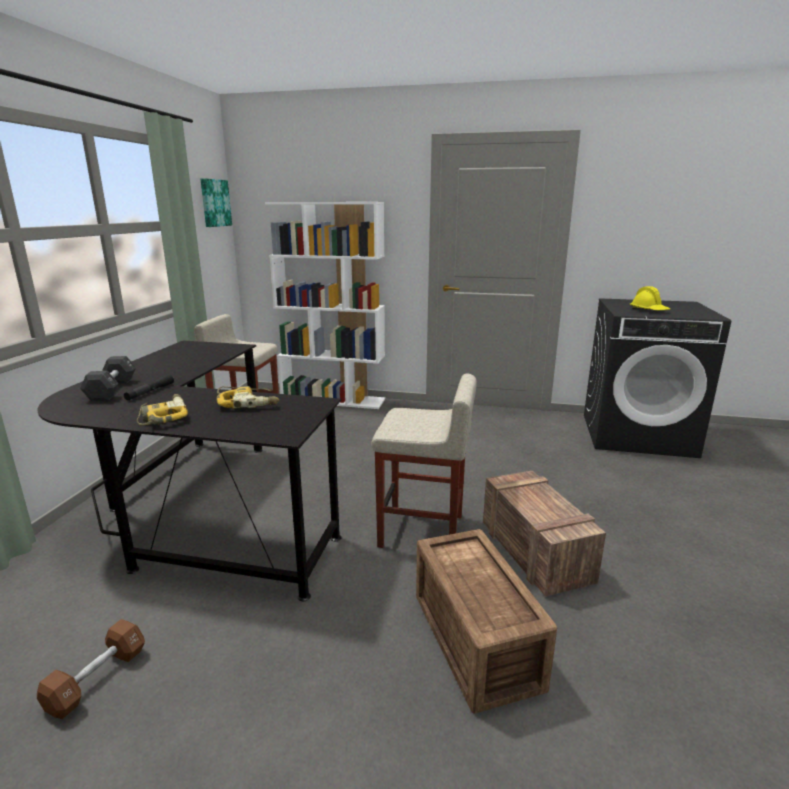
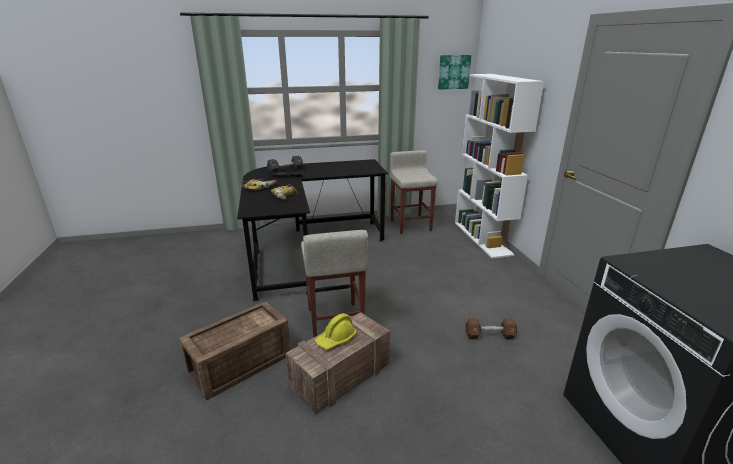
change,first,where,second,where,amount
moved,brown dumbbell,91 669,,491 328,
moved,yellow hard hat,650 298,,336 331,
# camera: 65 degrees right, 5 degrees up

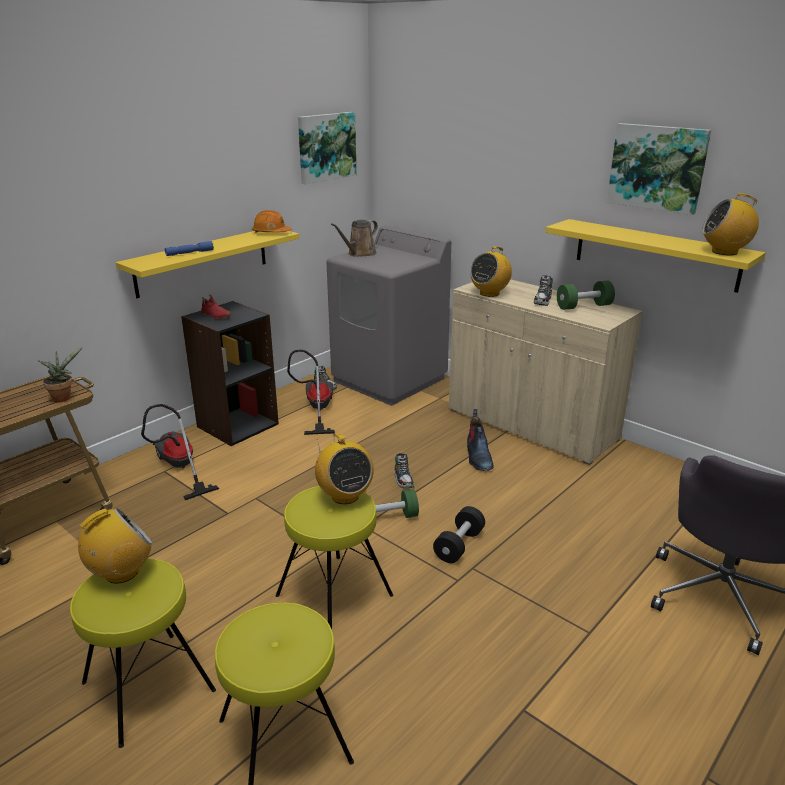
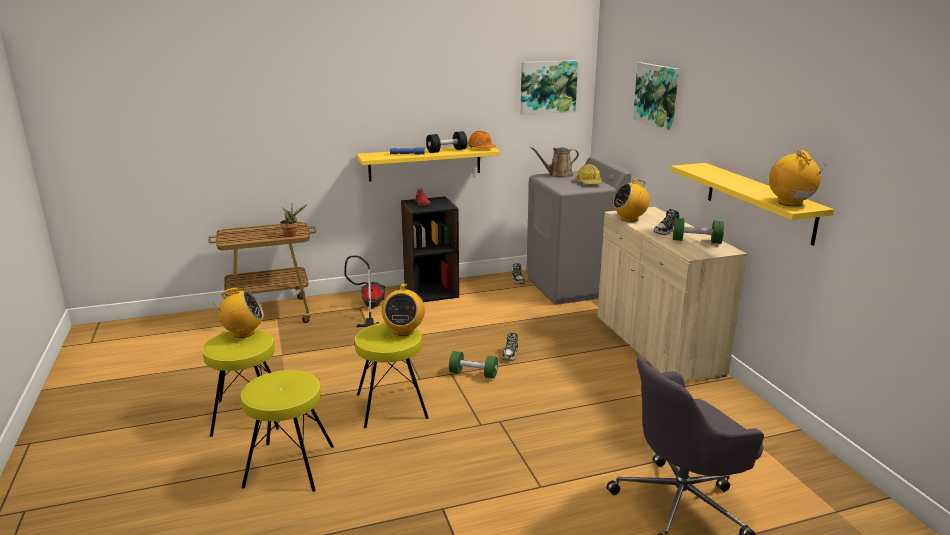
change,first,where,second,where,amount
removed,vacuum cleaner,311 392,,,
removed,boot,480 440,,,
added,,,hard hat,589 174,
moved,black dumbbell,459 534,,446 142,
moved,picture,659 169,,656 96,
turned,radio,730 224,,797 178,45 degrees clockwise
# camera: 30 degrees right, 5 degrees down

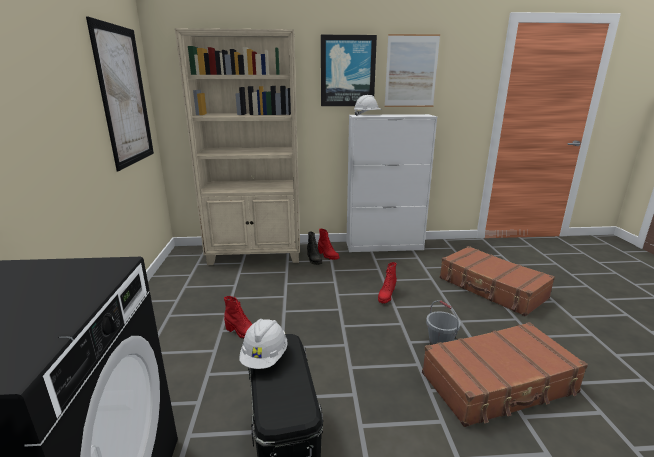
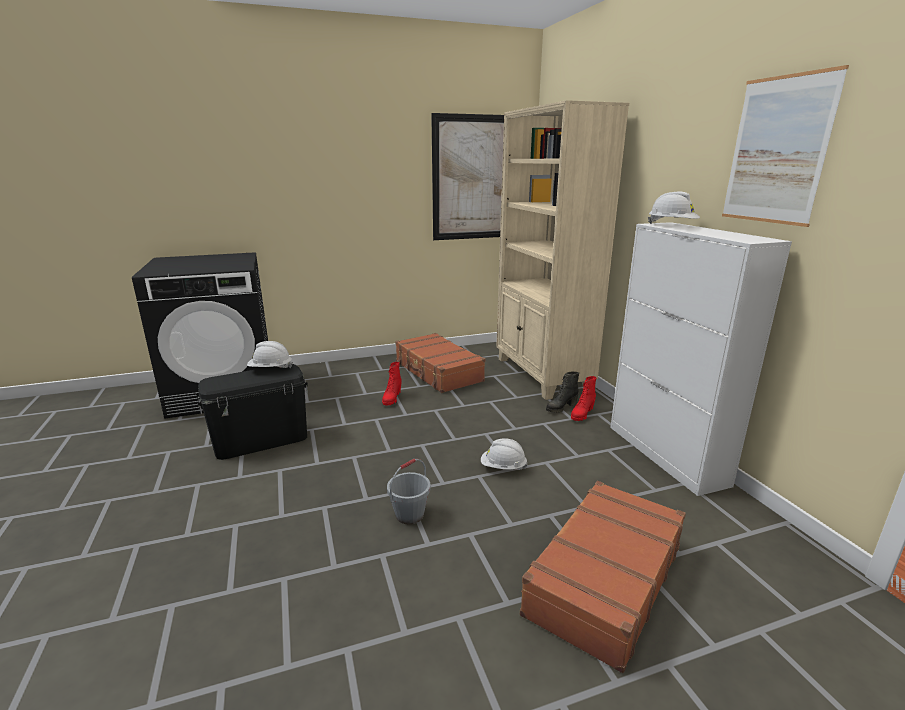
change,first,where,second,where,amount
removed,picture,349 70,,,
moved,brown suitcase,505 374,,440 363,
replaced,red boot,387 282,white hard hat,504 454,
# camera: 75 degrees right, 0 degrees up

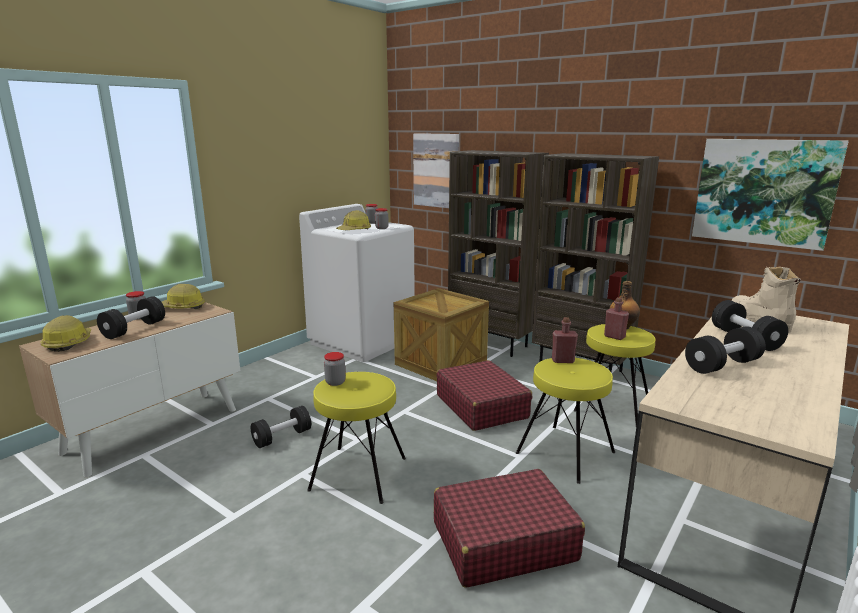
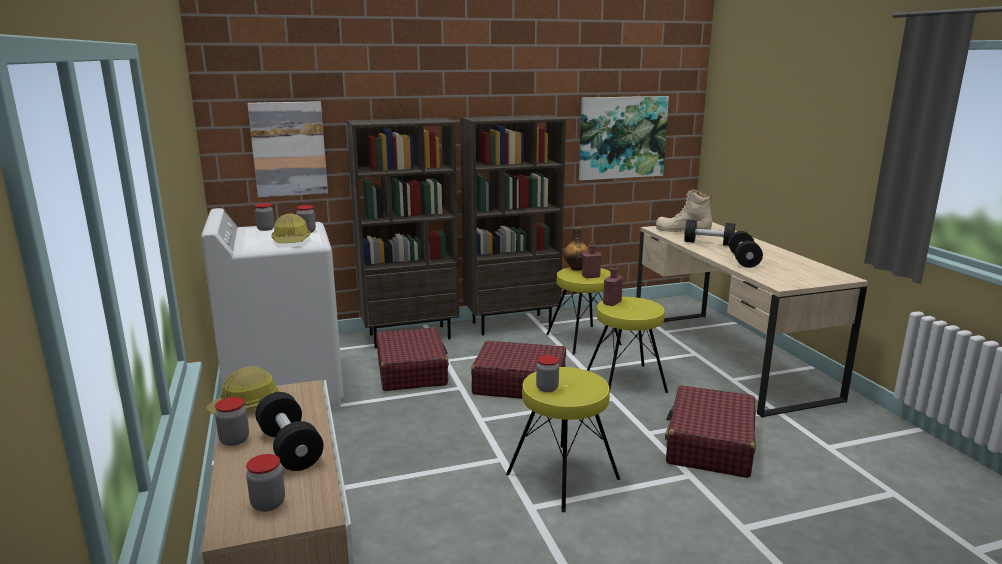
change,first,where,second,where,amount
removed,black dumbbell,281 427,,,
replaced,hard hat,65 333,jar,265 483,
replaced,crate,441 334,red suitcase,412 359,
# camera: 55 degrees left, 0 degrees up

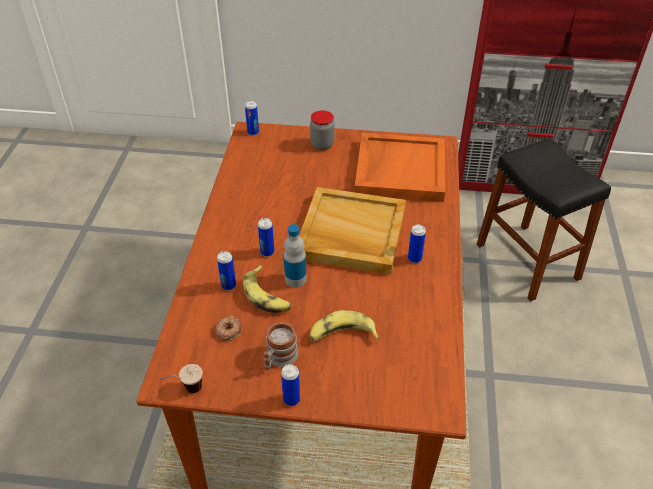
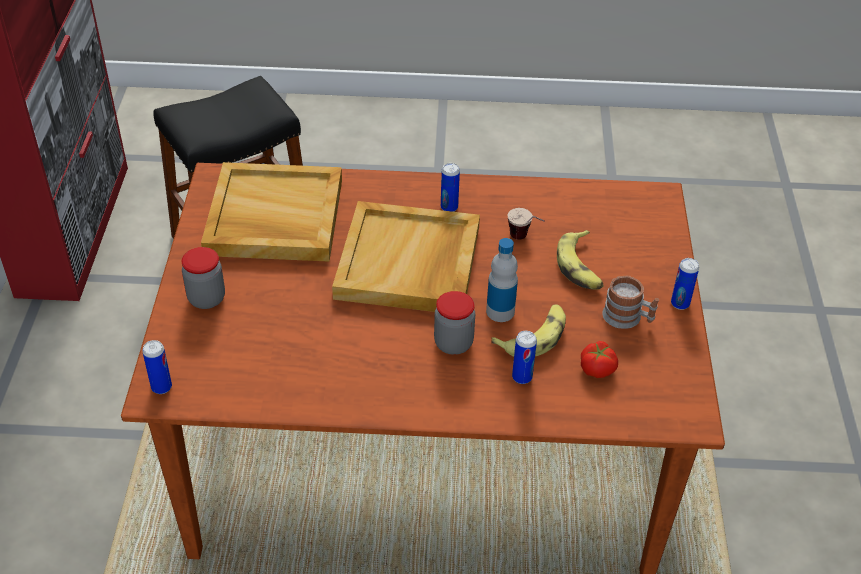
change,first,where,second,where,amount
moved,cup,181 378,,526 224,
replaced,donut,228 328,tomato,599 359,
replaced,can,266 237,jar,454 323,
recoloured,orange tray,399 167,beige tray,271 212,
# camera: 95 degrees left, 0 degrees up

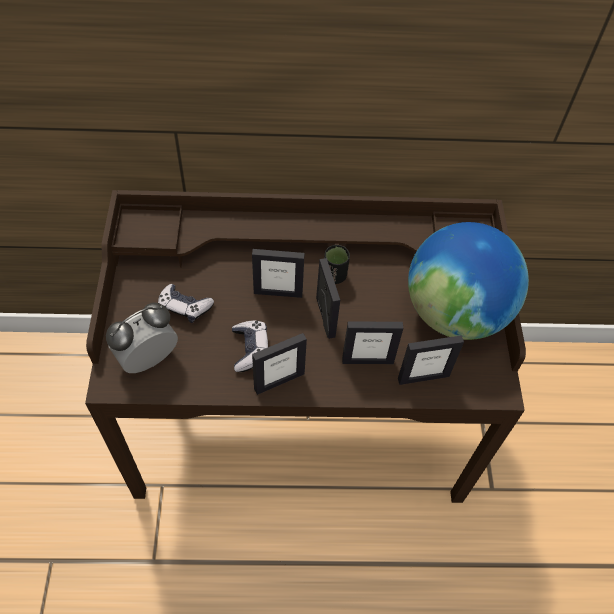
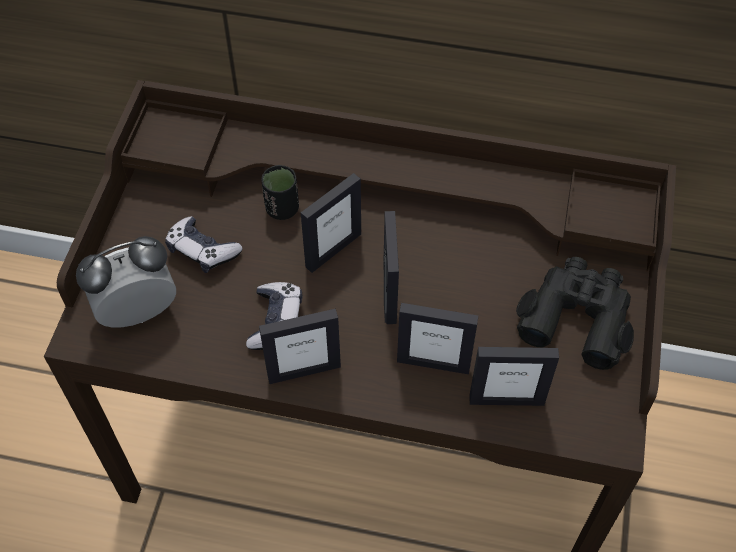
change,first,where,second,where,amount
moved,black cup,337 264,,280 192,
replaced,globe,468 281,black binoculars,575 313,
turned,picture frame,278 273,,331 223,60 degrees counterclockwise
# camera: 15 degrees right, 0 degrees up

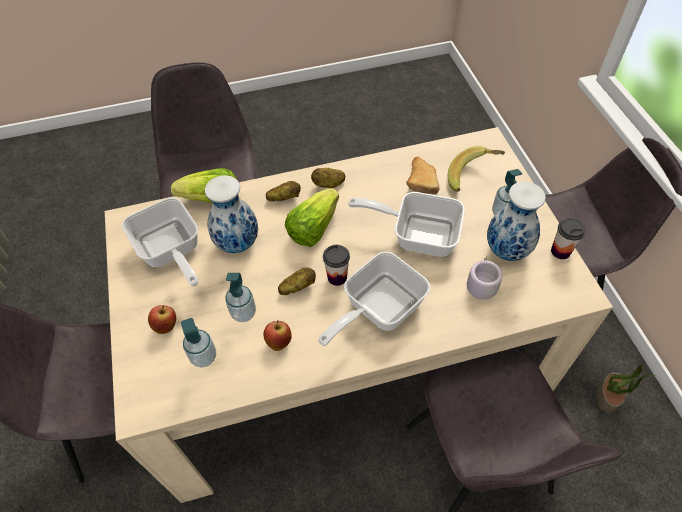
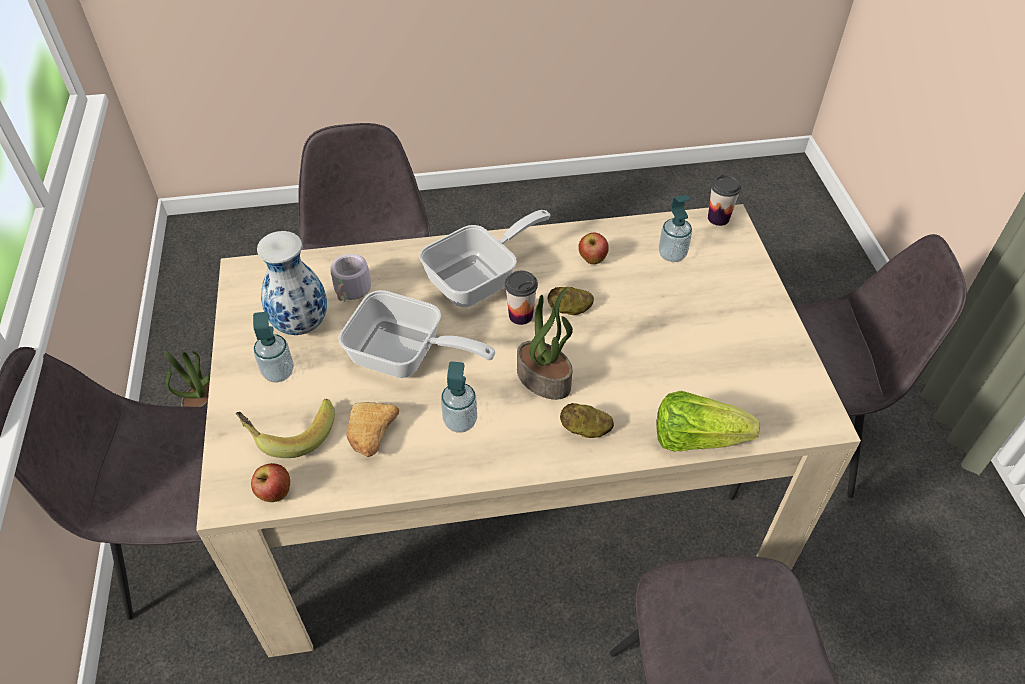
change,first,where,second,where,amount
removed,frying pan,160 242,,,
removed,vase,231 214,,,
removed,potato,328 178,,,
moved,apple,162 319,,270 482,
moved,soap dispenser,240 297,,459 397,
moved,cup,568 238,,724 200,
replaced,lettuce,312 217,potted plant,545 344,
# camera: 175 degrees left, 5 degrees down

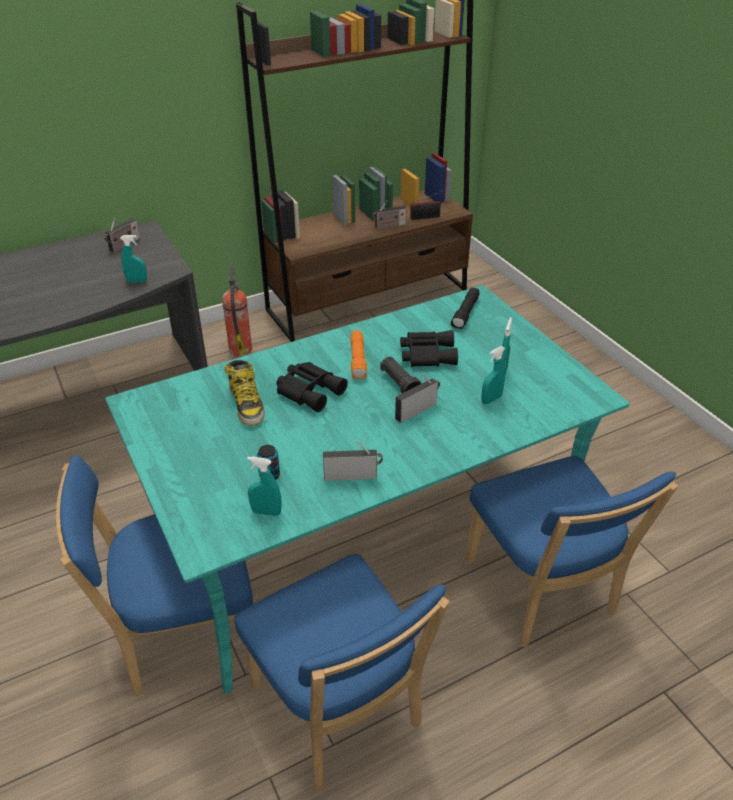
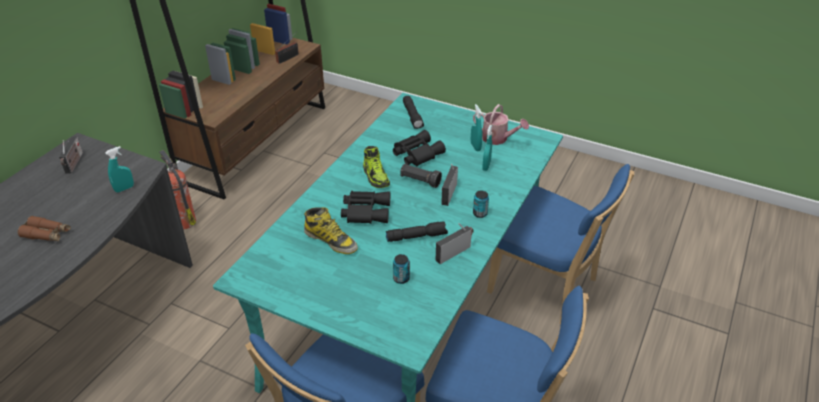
change,first,where,second,where,amount
removed,turquoise spray bottle,264 486,,,
removed,radio,389 215,,,
added,,,brown binoculars,44 228,
added,,,black flashlight,417 231,
added,,,watering can,501 124,
added,,,can,481 204,
replaced,orange flashlight,359 354,shoe,376 167,
# camera: 35 degrees left, 0 degrees up

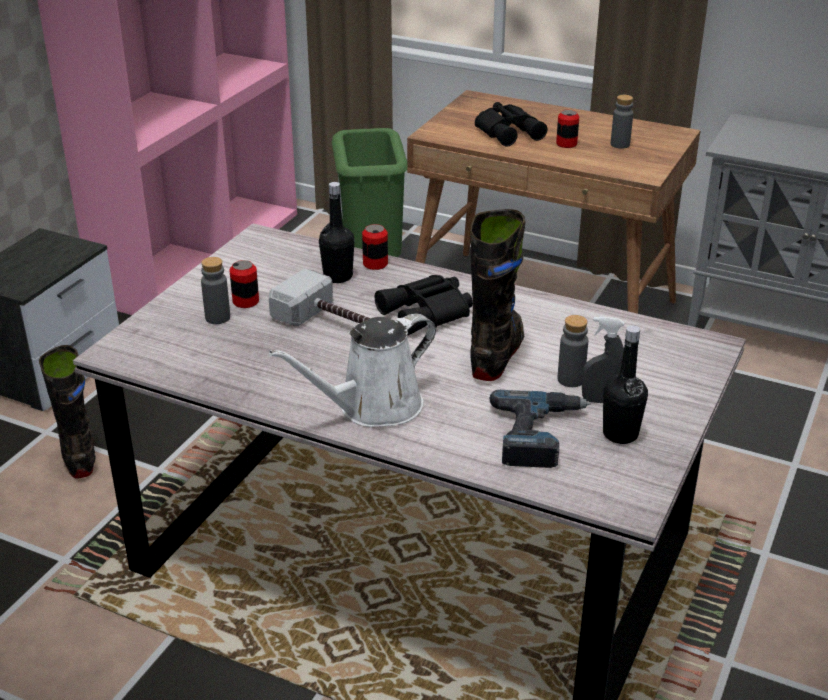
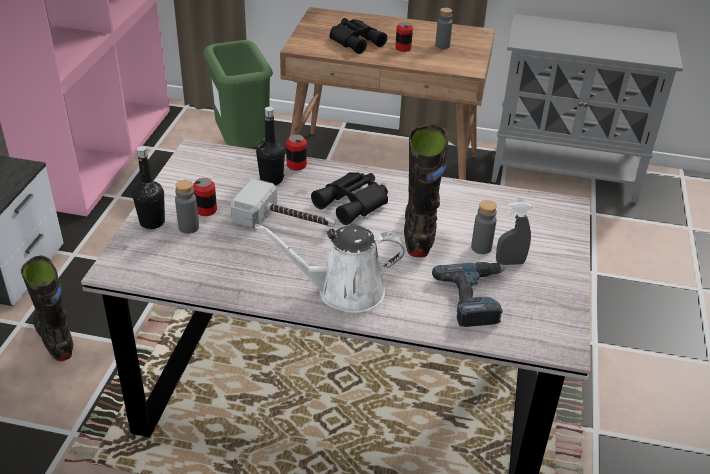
change,first,where,second,where,amount
moved,black bottle,625 384,,148 187,
turned,white watering can,352 370,,329 268,45 degrees clockwise
# camera: 15 degrees left, 5 degrees up

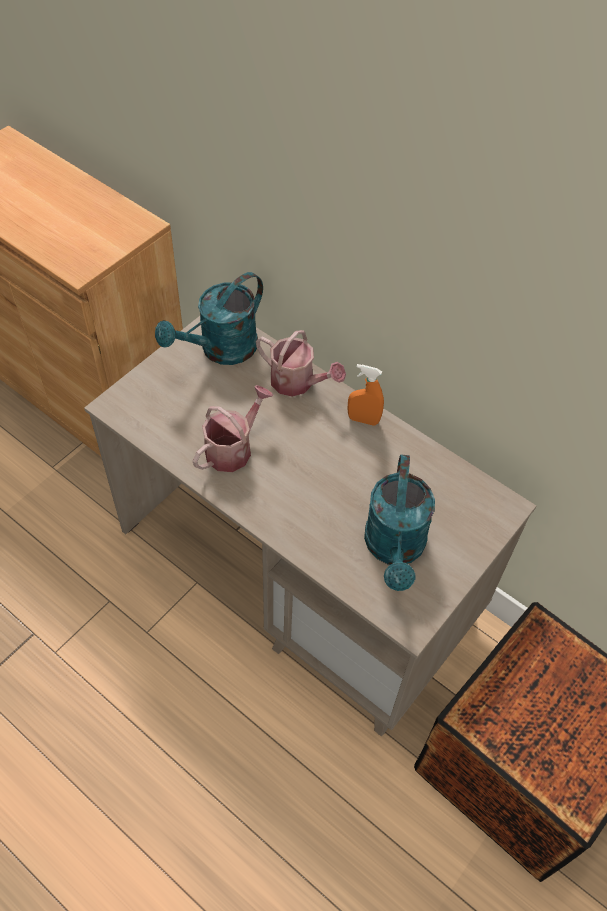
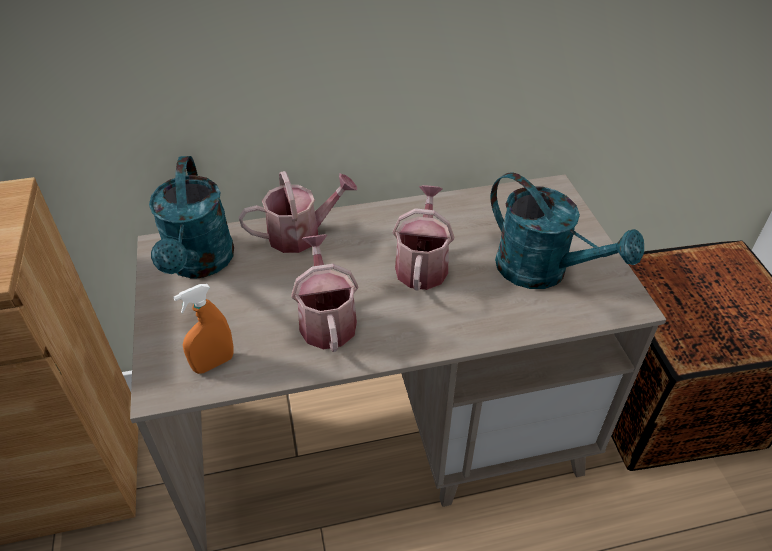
change,first,where,second,where,amount
added,,,watering can,423 238,
moved,orange spray bottle,365 395,,203 329,
# camera: 50 degrees left, 10 degrees down

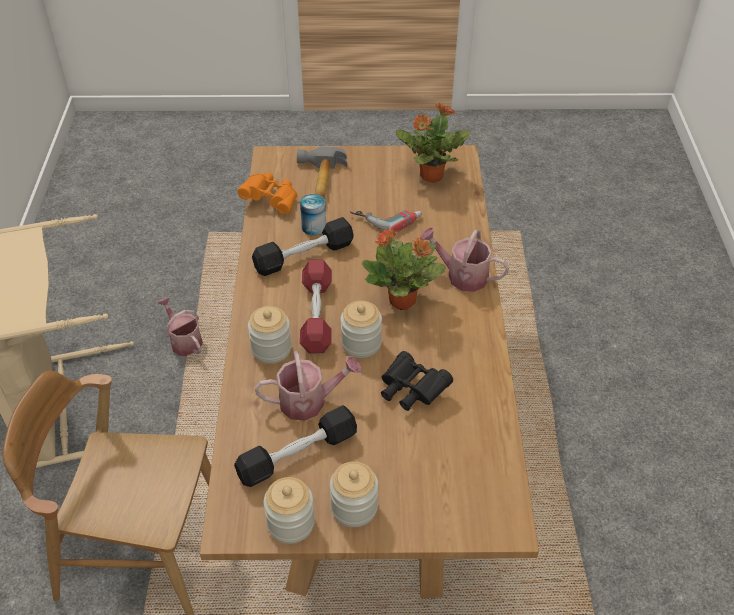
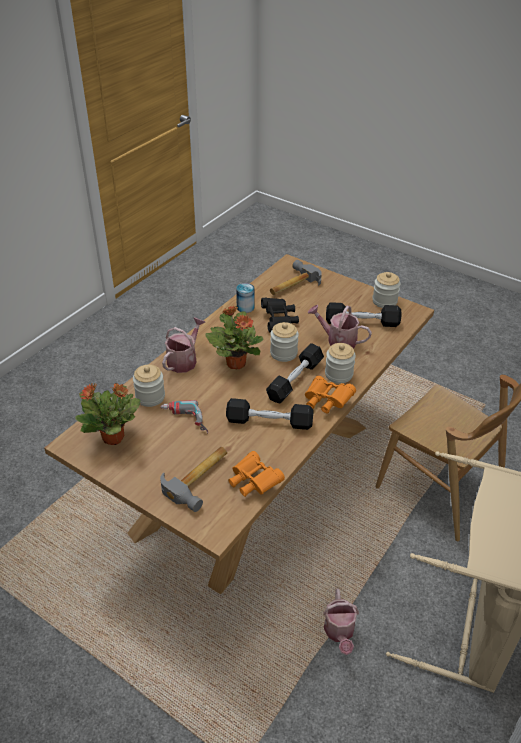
change,first,where,second,where,amount
added,,,hammer,296 277,
added,,,orange binoculars,330 394,
moved,can,313 214,,245 298,
moved,jar,354 494,,149 386,
recoloured,red dumbbell,316 306,black dumbbell,295 373,
turned,watering can,464 259,,183 345,120 degrees counterclockwise
# camera: 145 degrees left, 5 degrees down

